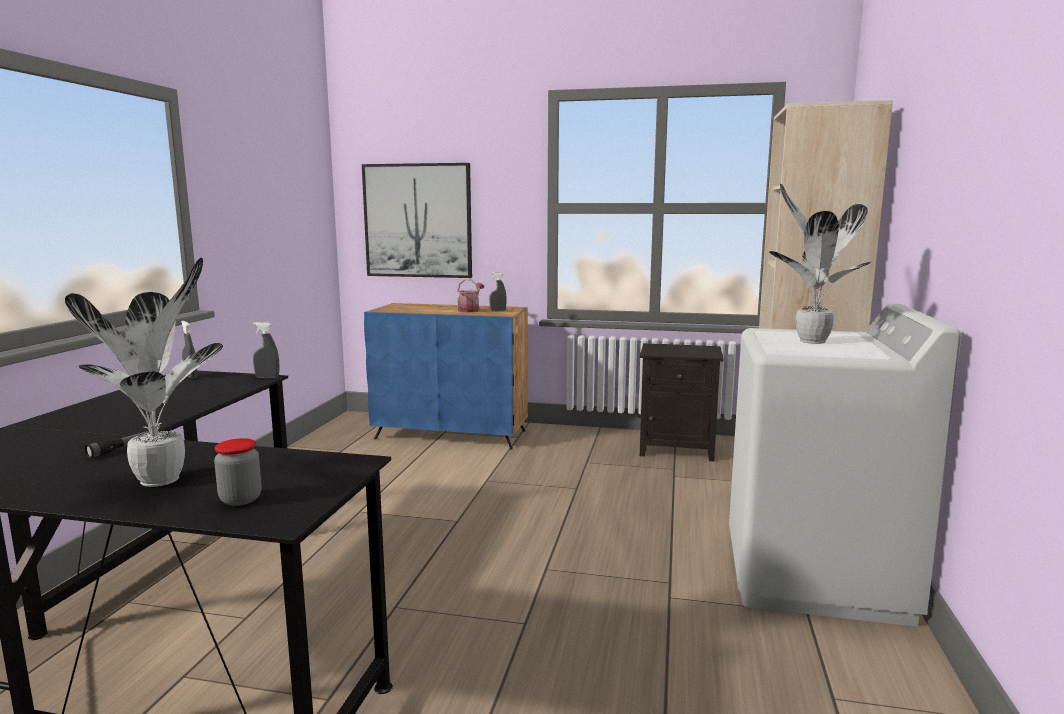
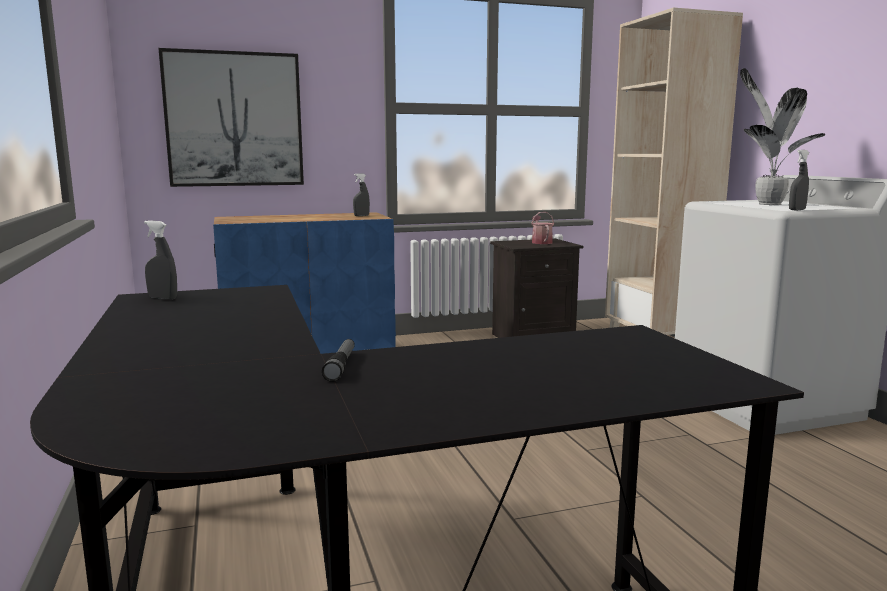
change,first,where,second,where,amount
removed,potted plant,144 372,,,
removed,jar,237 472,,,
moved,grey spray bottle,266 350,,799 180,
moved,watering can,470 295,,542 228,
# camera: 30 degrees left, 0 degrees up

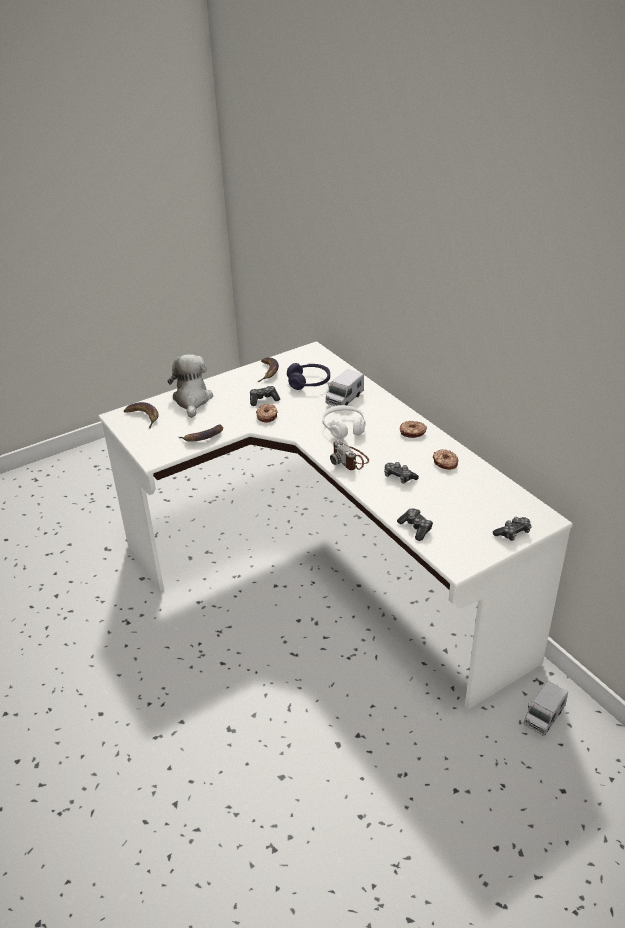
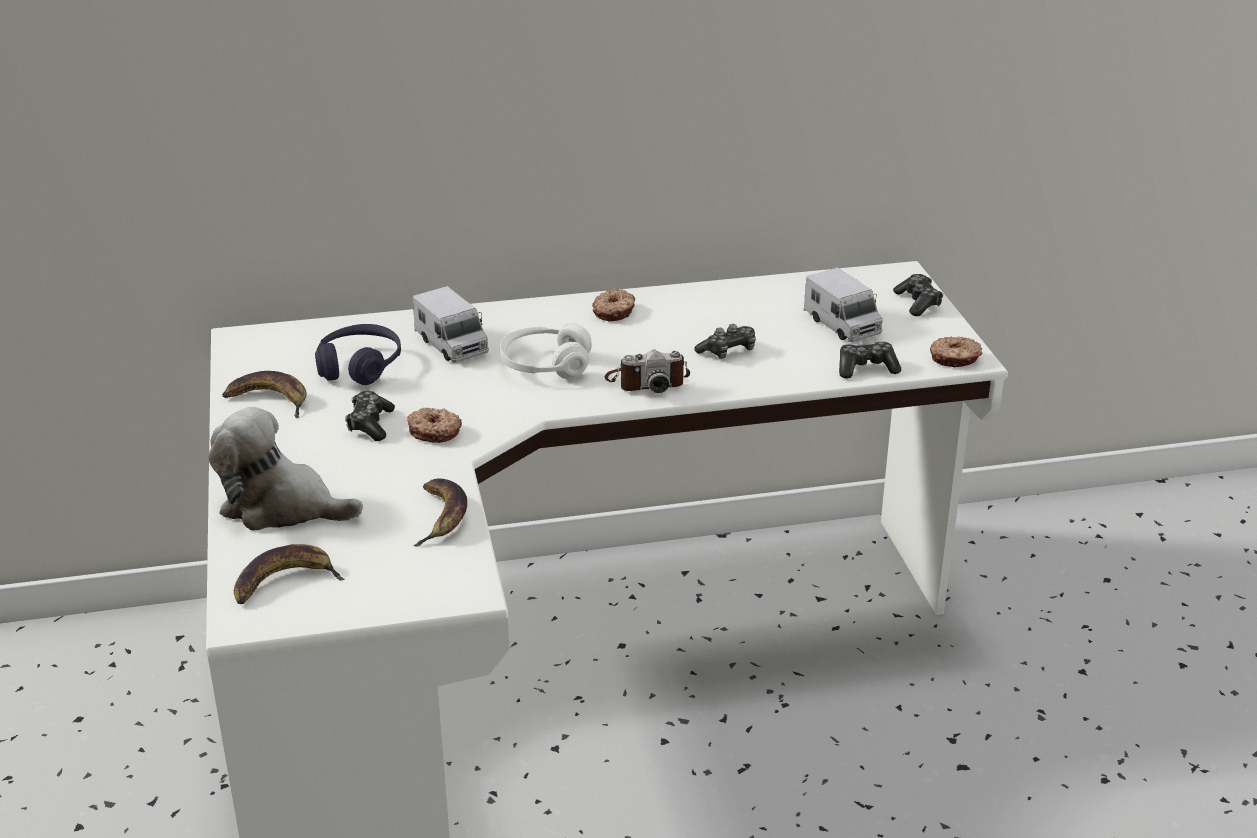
change,first,where,second,where,amount
moved,donut,445 459,,956 352,
moved,toy truck,546 708,,843 304,
# camera: 70 degrees left, 5 degrees down

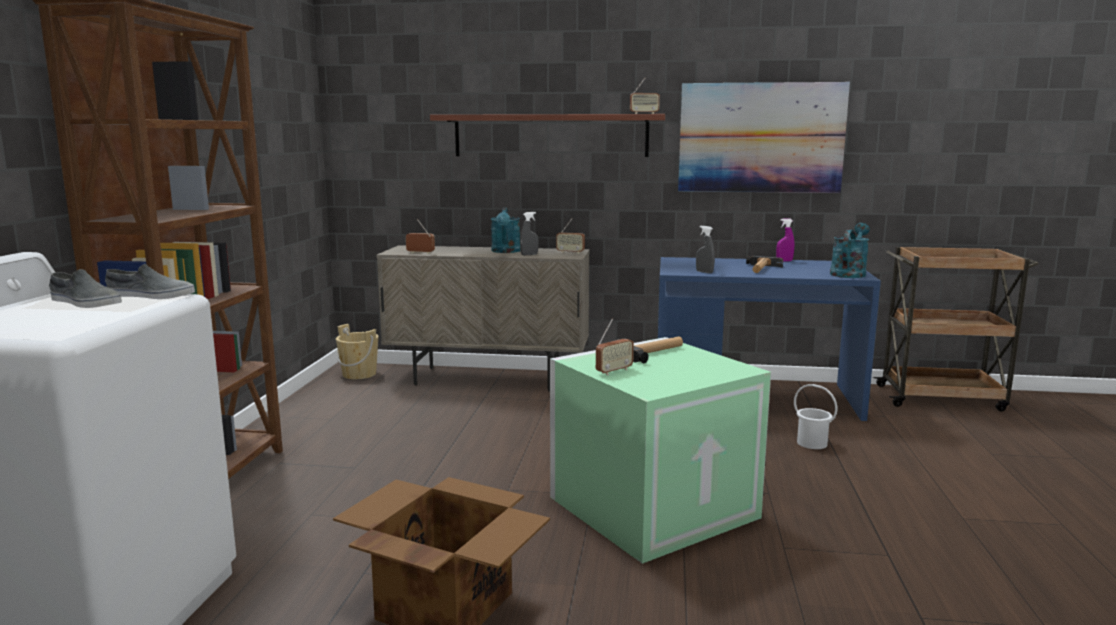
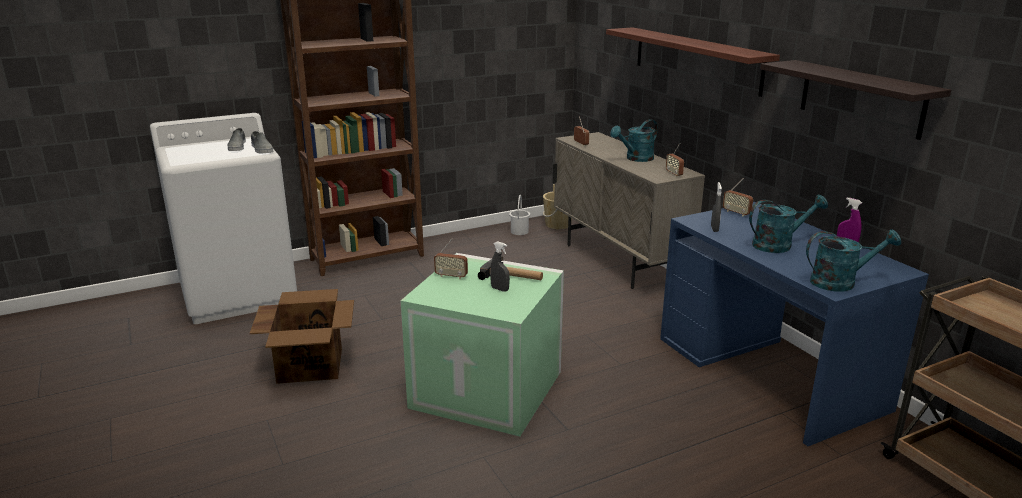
change,first,where,second,where,amount
moved,grey spray bottle,529 233,,500 266,
moved,radio,645 96,,738 197,
moved,white bucket,815 416,,519 215,
replaced,picture,764 137,shelf,855 100,
replaced,hammer,764 264,turquoise watering can,788 224,
# camera: 55 degrees right, 10 degrees up

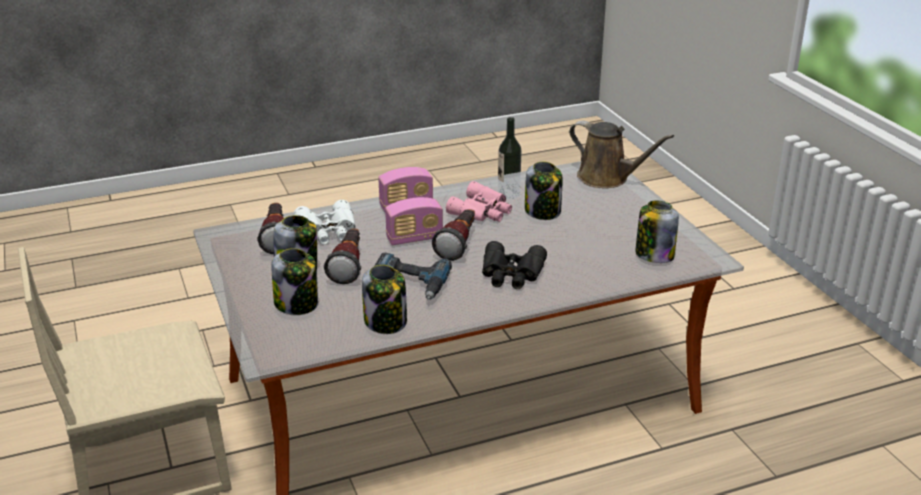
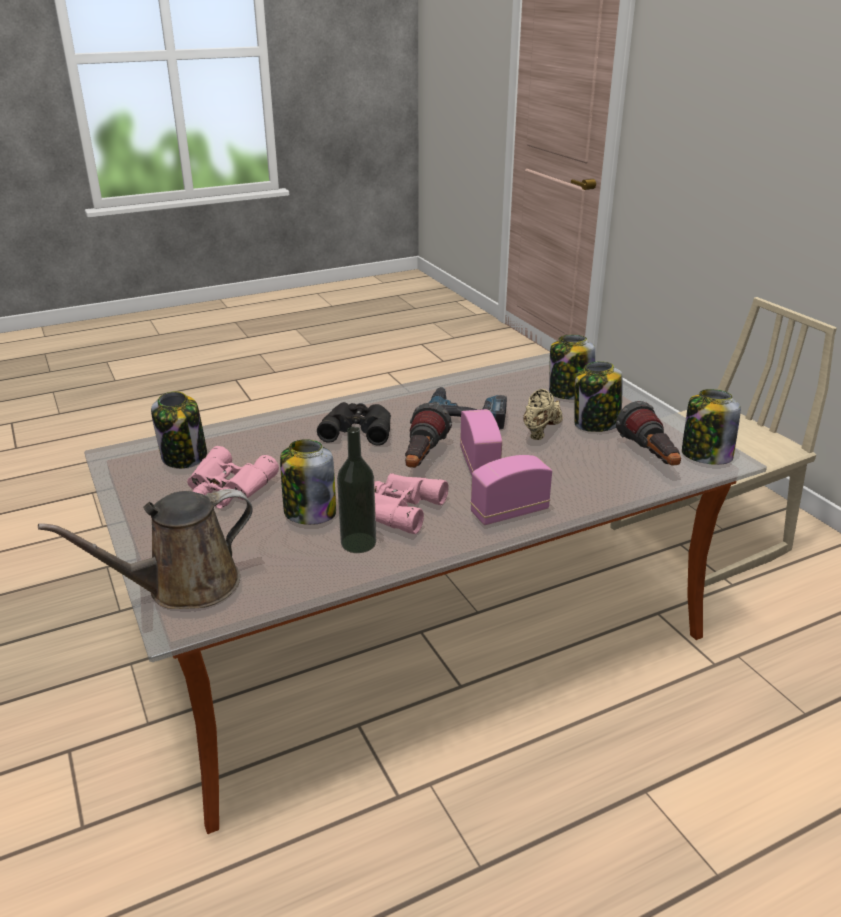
change,first,where,second,where,amount
removed,white binoculars,324 222,,,
added,,,pink binoculars,233 477,
moved,jar,384 299,,711 427,
replaced,flashlight,342 256,beige shoe,543 414,
turned,radio,414 221,,481 442,105 degrees clockwise
turned,brown watering can,621 154,,145 549,60 degrees counterclockwise
# camera: 175 degrees right, 0 degrees up

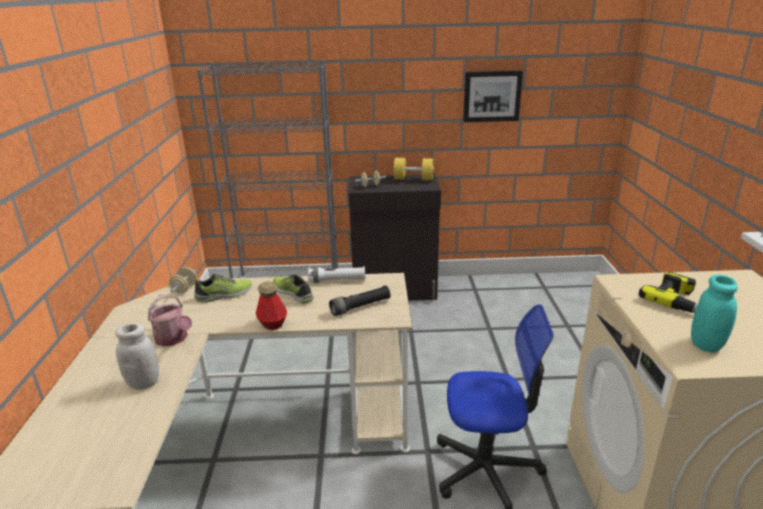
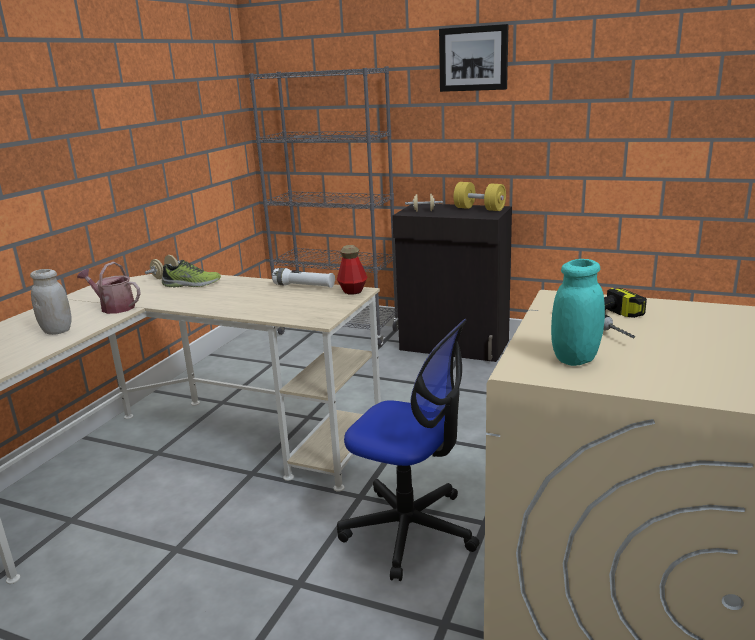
change,first,where,second,where,amount
removed,shoe,293 289,,,
removed,black flashlight,359 300,,,
moved,bottle,271 305,,352 269,
moved,picture,493 96,,473 58,
turned,watering can,170 320,,109 288,135 degrees clockwise
# camera: 25 degrees right, 5 degrees down

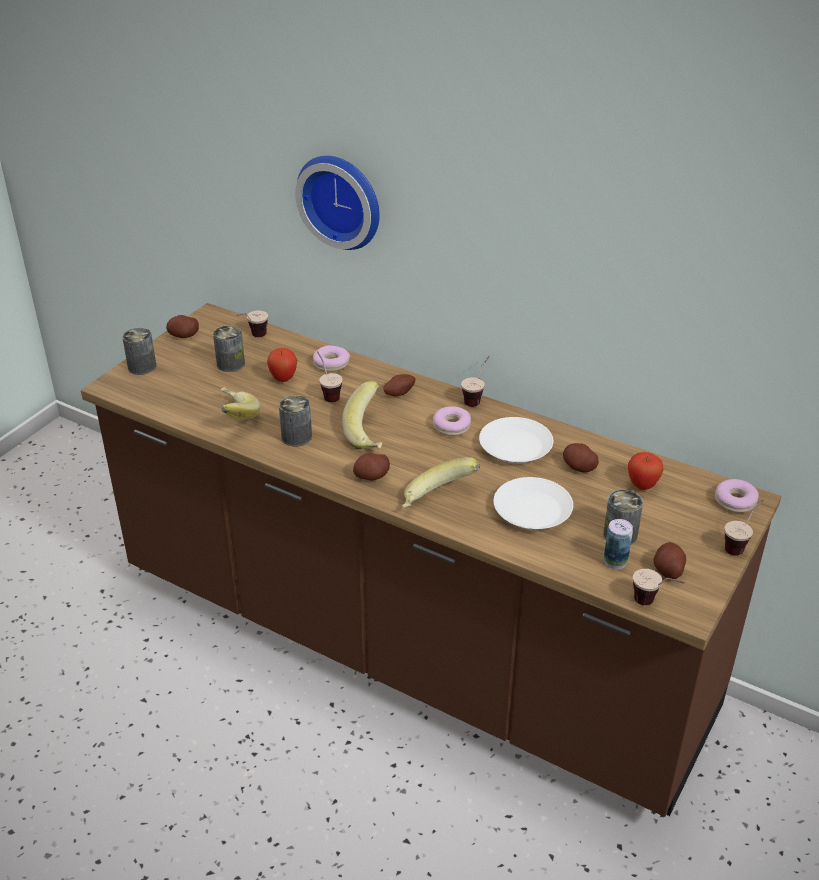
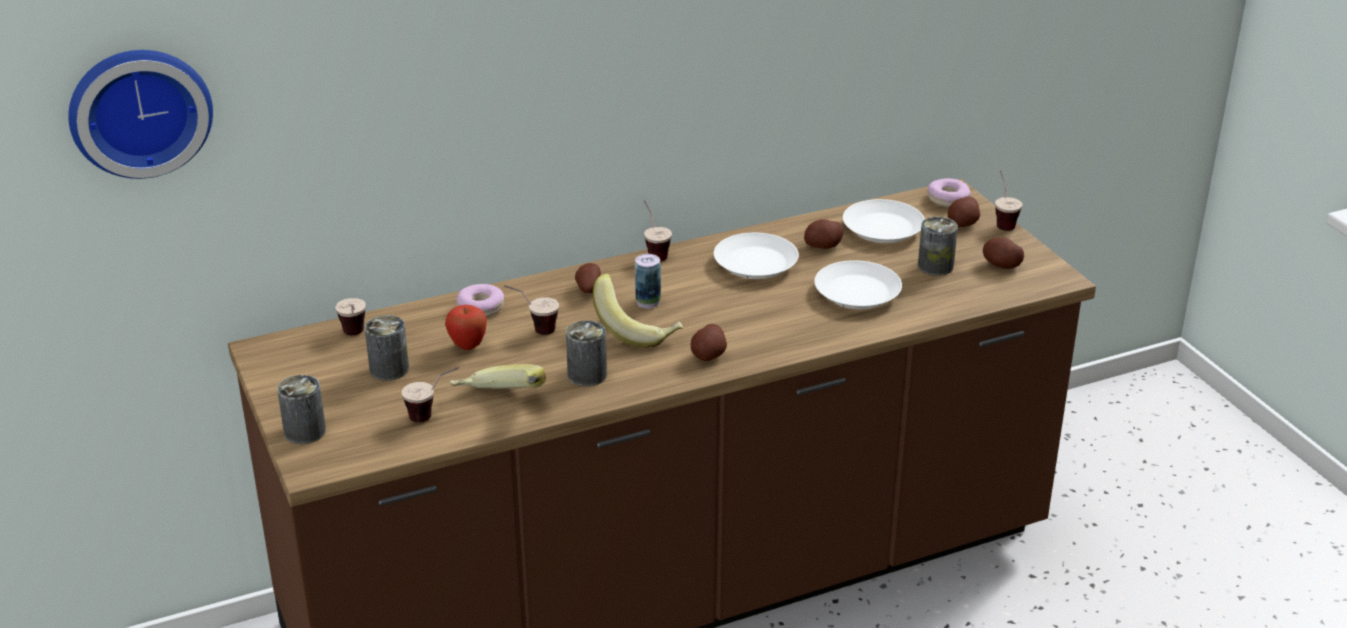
change,first,where,second,where,amount
removed,banana,441 482,,,
removed,donut,452 421,,,
moved,potato,182 326,,964 211,
moved,wall clock,337 203,,140 114,
moved,can,618 544,,648 281,
moved,cup,658 587,,430 395,
replaced,apple,645 471,white plate,884 221,
# camera: 55 degrees left, 5 degrees down

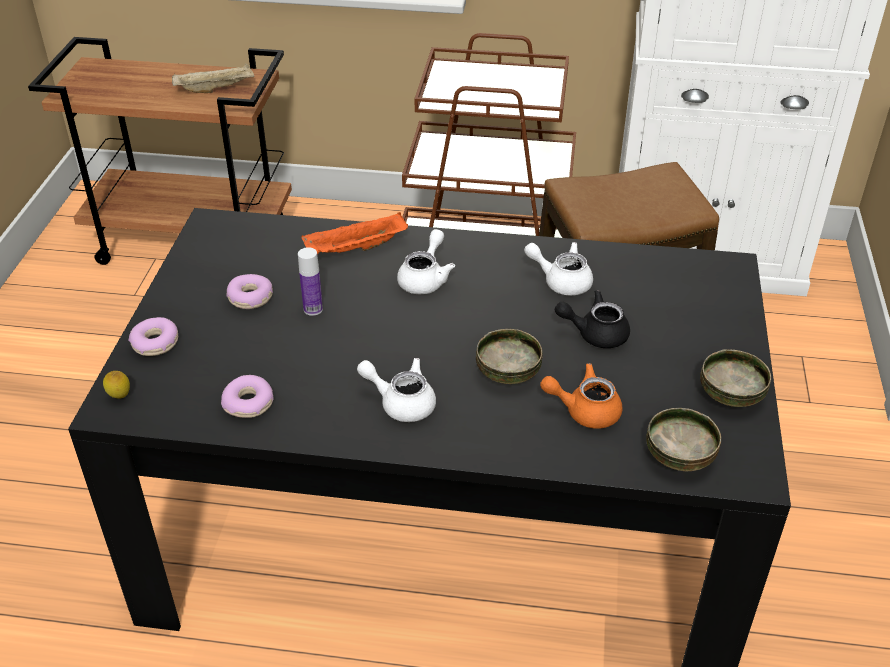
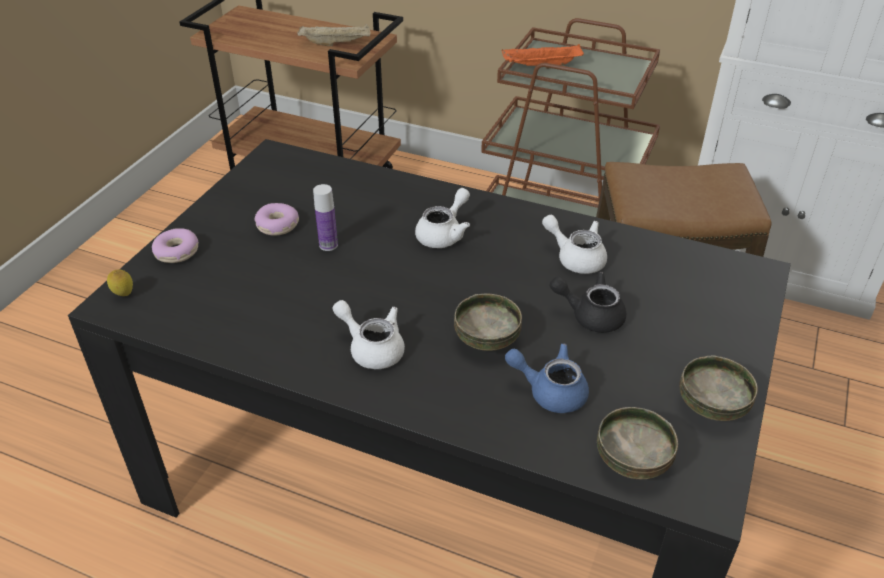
change,first,where,second,where,amount
removed,donut,247 396,,,
moved,orange tray,354 233,,542 56,
recoloured,orange teapot,581 396,blue teapot,547 378,
# camera: 15 degrees right, 0 degrees up

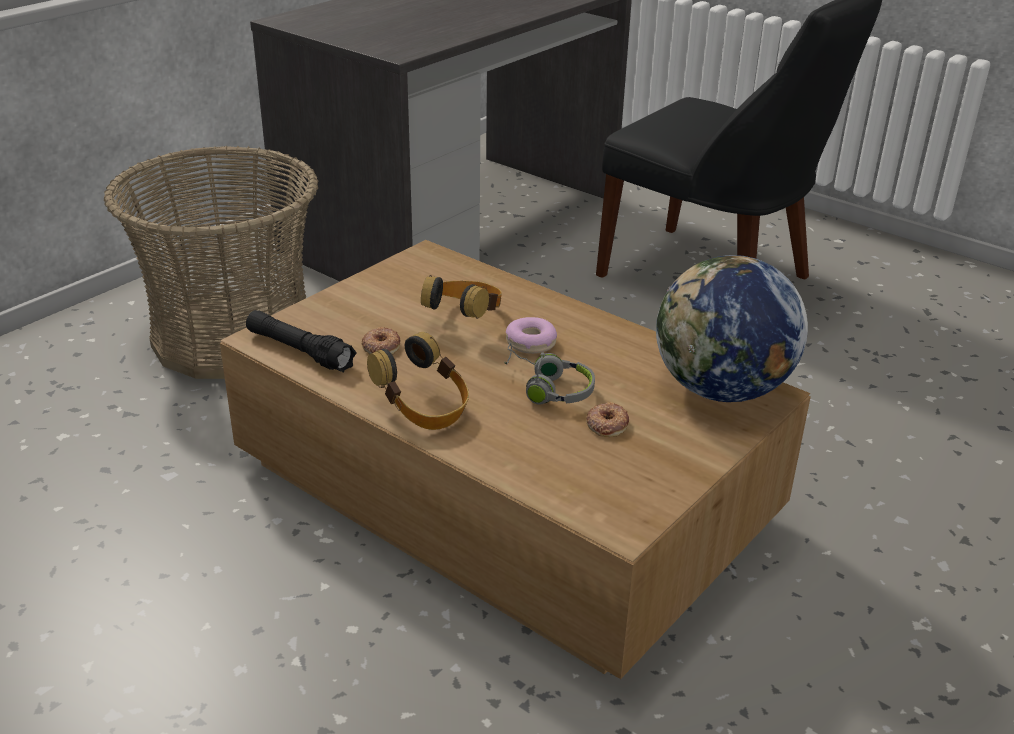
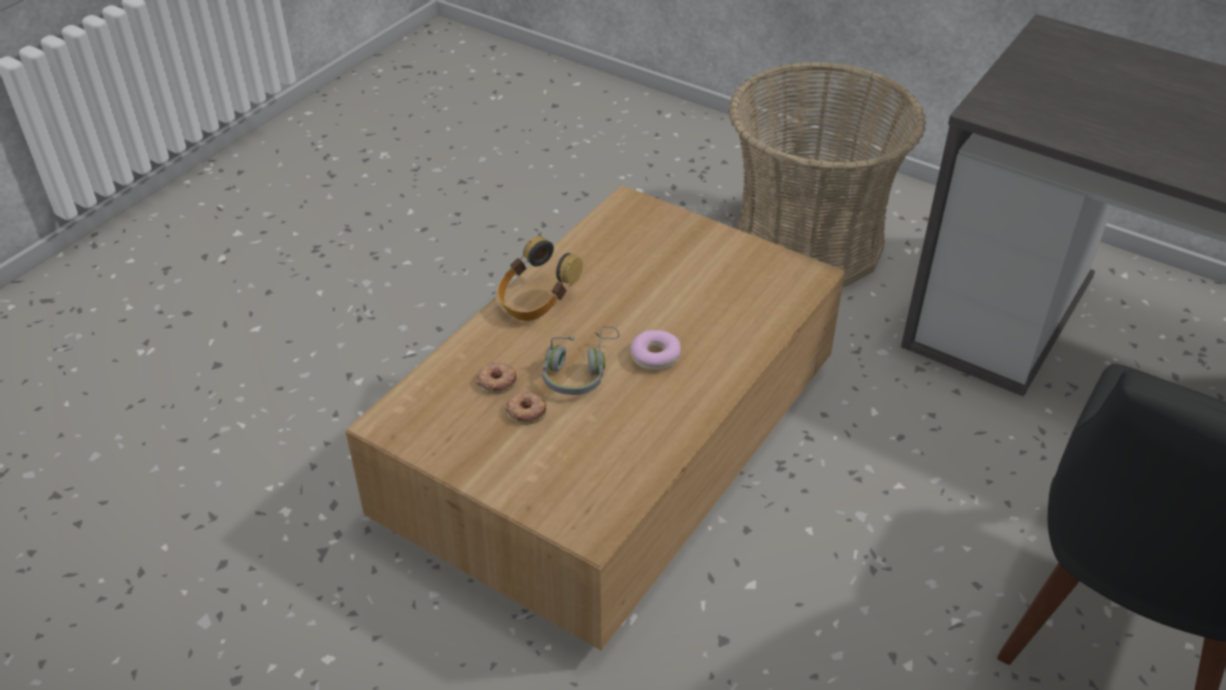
change,first,where,second,where,amount
removed,black flashlight,301 341,,,
removed,headphones,461 297,,,
removed,globe,732 328,,,
moved,donut,381 341,,496 378,
# camera: 85 degrees right, 10 degrees up

